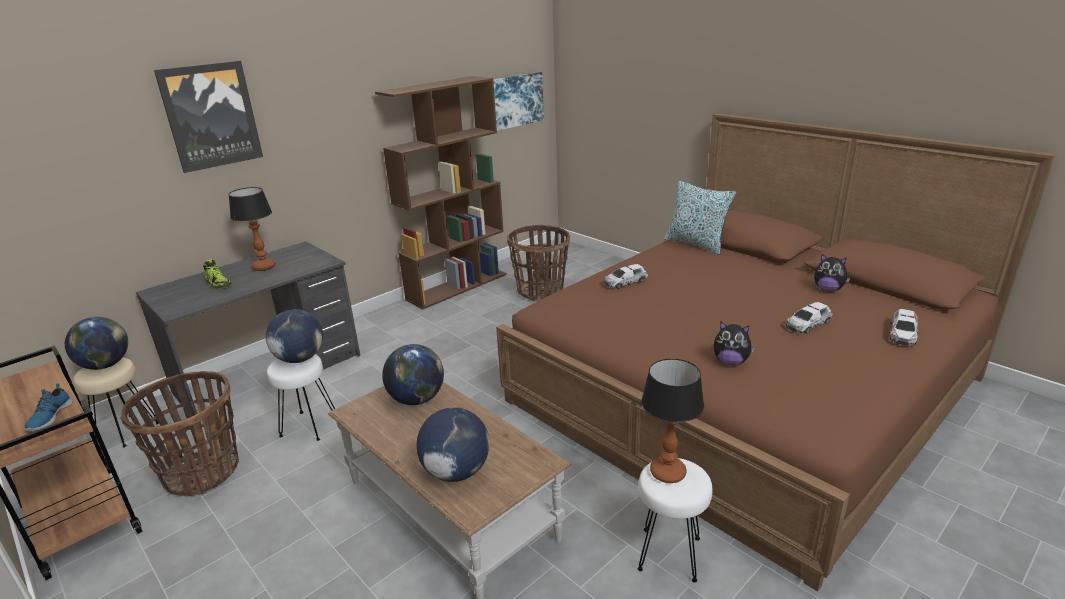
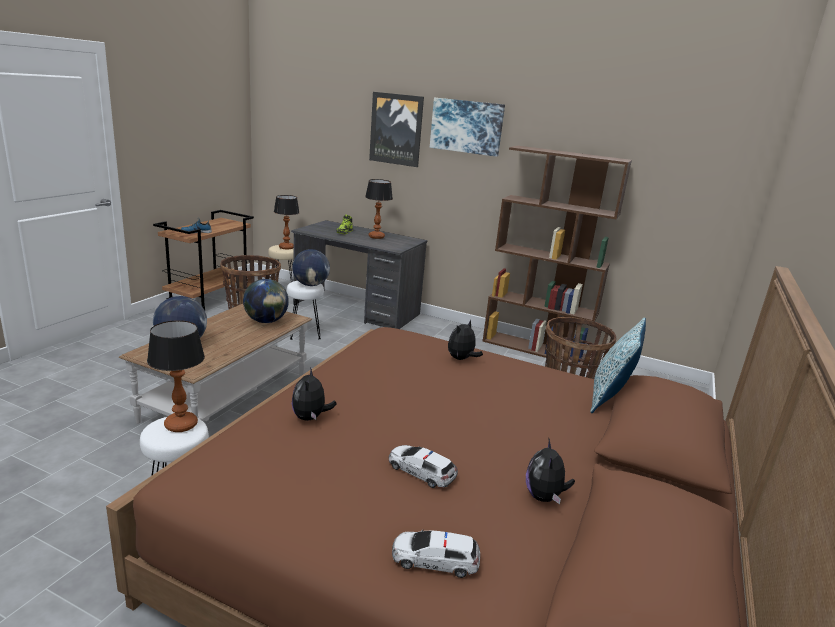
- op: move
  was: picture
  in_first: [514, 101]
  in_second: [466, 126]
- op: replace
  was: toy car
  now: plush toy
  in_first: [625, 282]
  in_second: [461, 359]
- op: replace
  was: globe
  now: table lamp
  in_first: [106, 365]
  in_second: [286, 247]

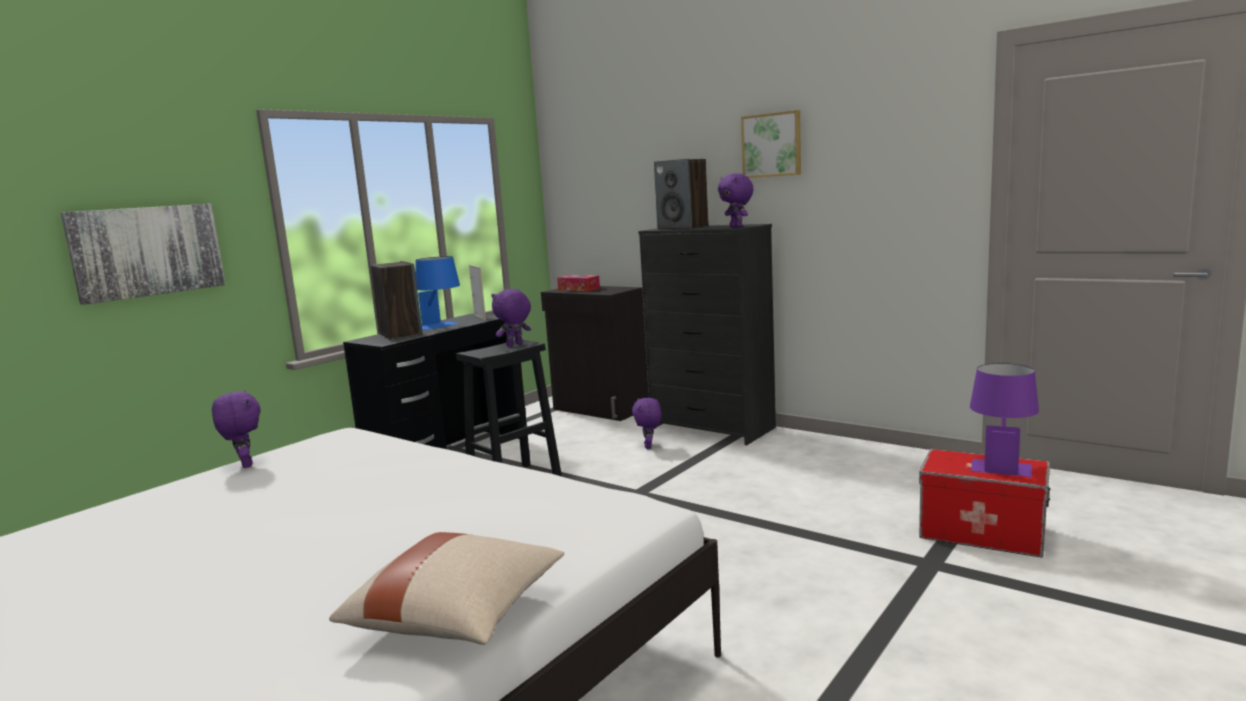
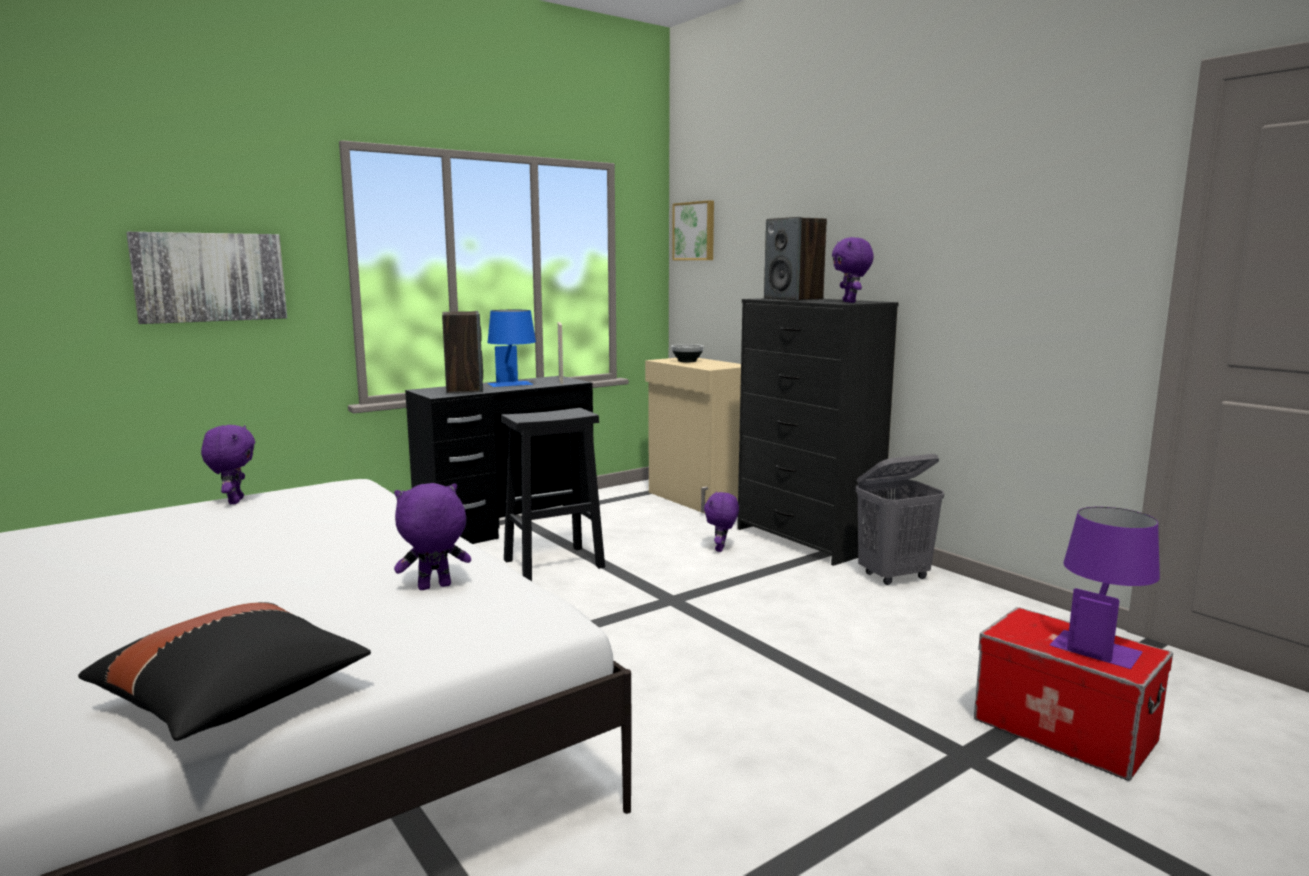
- op: move
  was: picture
  in_first: [772, 145]
  in_second: [695, 231]
- op: replace
  was: tissue box
  now: bowl
  in_first: [579, 289]
  in_second: [686, 361]
- op: recolor
  was: black cabinet
  now: beige cabinet
  in_first: [600, 409]
  in_second: [697, 499]
- op: move
  was: purple plush toy
  in_first: [514, 345]
  in_second: [434, 587]
- op: recolor
  was: beige pillow
  now: black pillow
  in_first: [458, 616]
  in_second: [234, 701]
- op: insert
  now: grey laundry basket
  in_second: [894, 576]

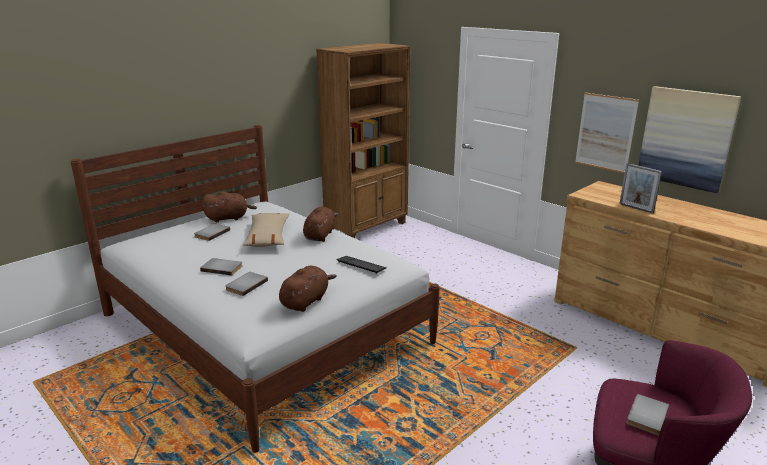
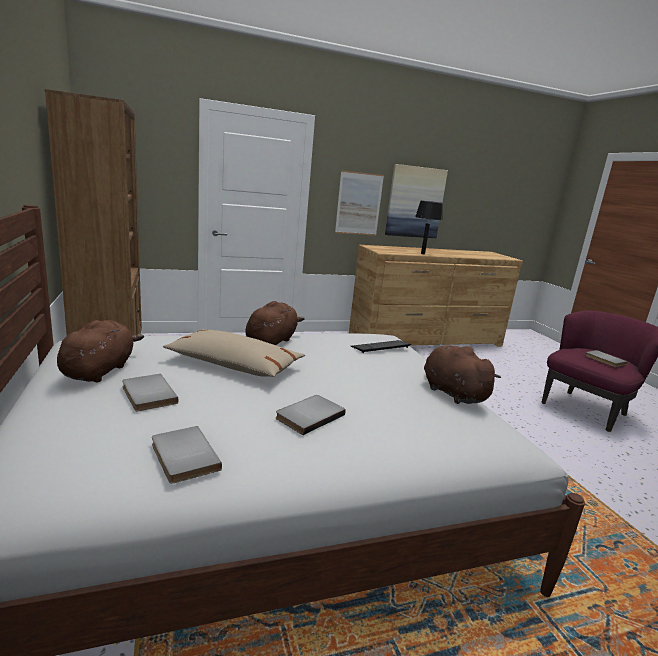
- op: replace
  was: picture frame
  now: black table lamp
  in_first: [636, 208]
  in_second: [423, 254]
- op: rotate
  was: brown plush toy
  in_first: [320, 235]
  in_second: [272, 341]
  clockwise: 75
- op: move
  was: grey book
  in_first: [245, 285]
  in_second: [182, 457]

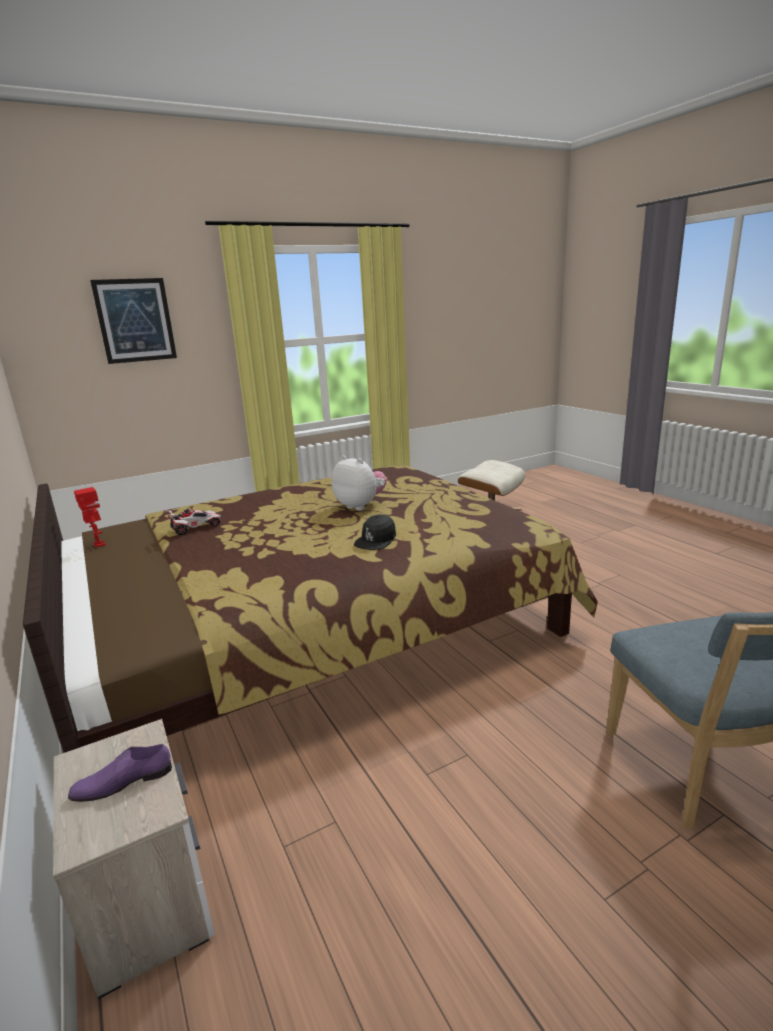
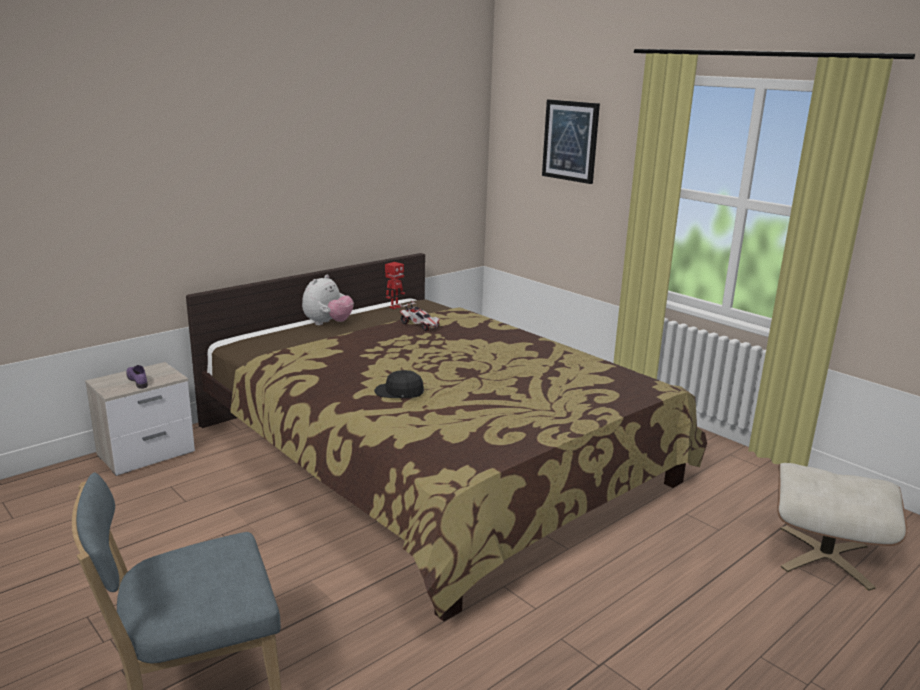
- op: move
  was: plush toy
  in_first: [360, 506]
  in_second: [327, 323]

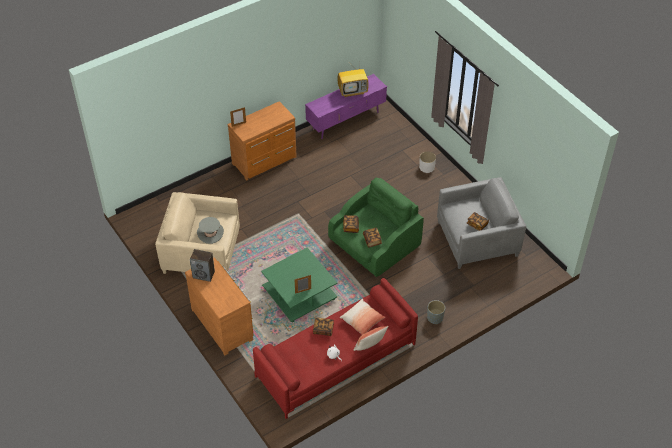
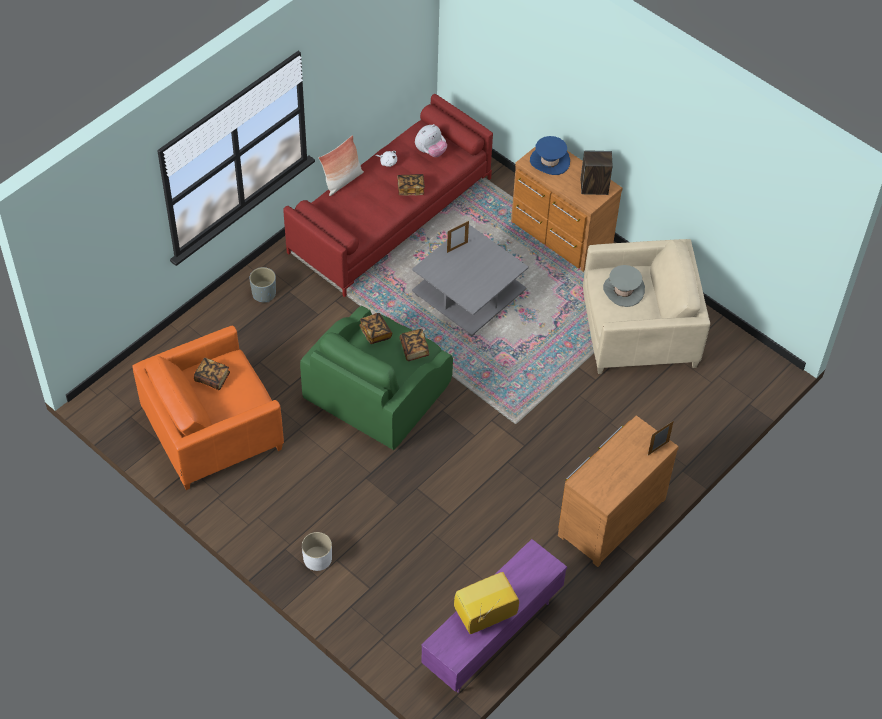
- op: recolor
  was: grey armchair
  now: orange armchair
  in_first: [477, 239]
  in_second: [213, 430]
- op: recolor
  was: green coffee table
  now: grey coffee table
  in_first: [299, 294]
  in_second: [468, 293]
- op: delete
  was: pillow
  in_first: [362, 321]
- op: insert
  now: plush toy
  in_second: [430, 151]
- op: insert
  now: blue hat
  in_second: [549, 161]

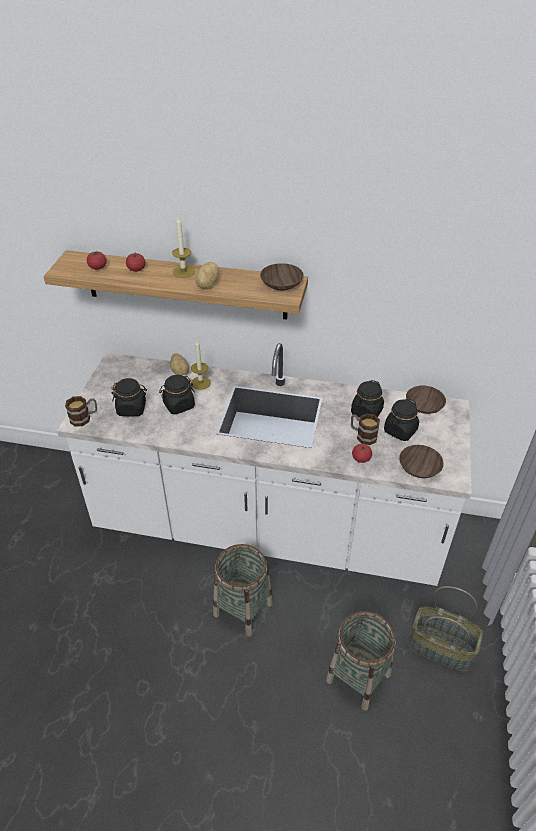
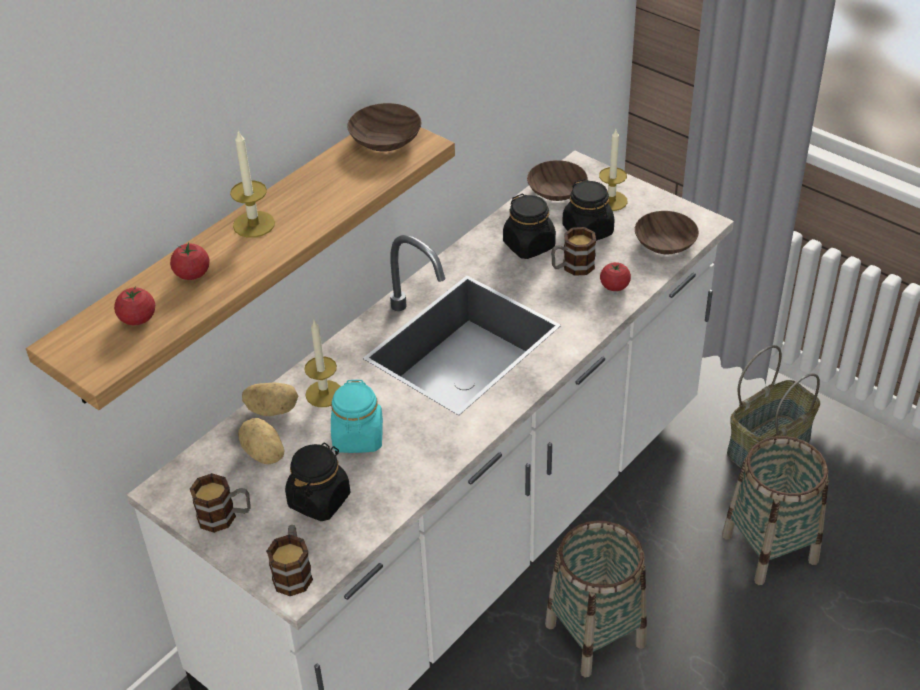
- op: move
  was: potato
  in_first: [206, 284]
  in_second: [263, 454]
- op: recolor
  was: black jar
  now: turquoise jar
  in_first: [178, 405]
  in_second: [358, 437]
- op: insert
  now: candle
  in_second: [611, 201]
- op: insert
  now: mug
  in_second: [225, 516]

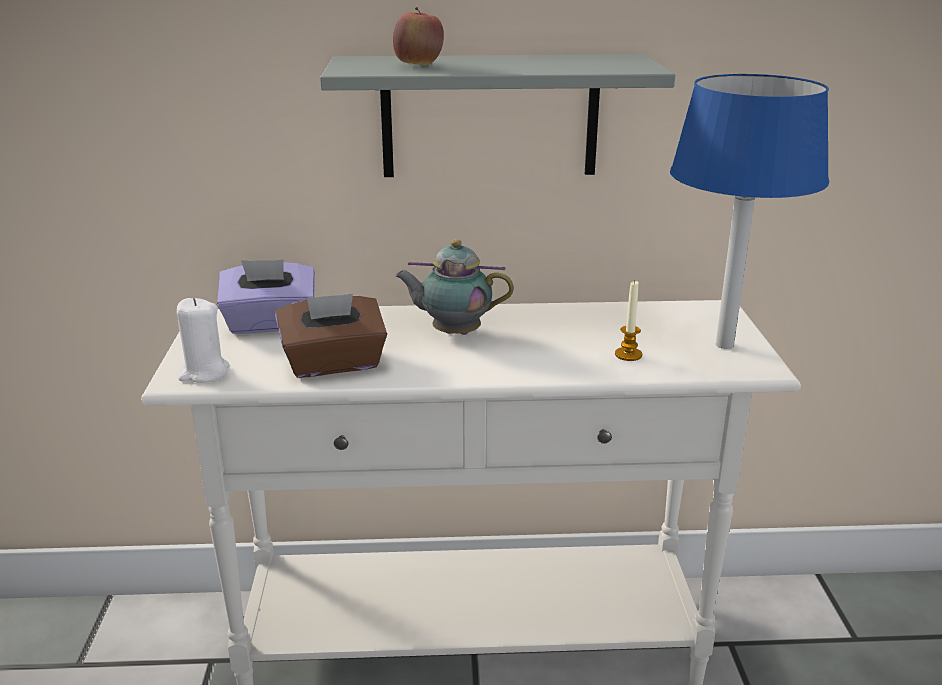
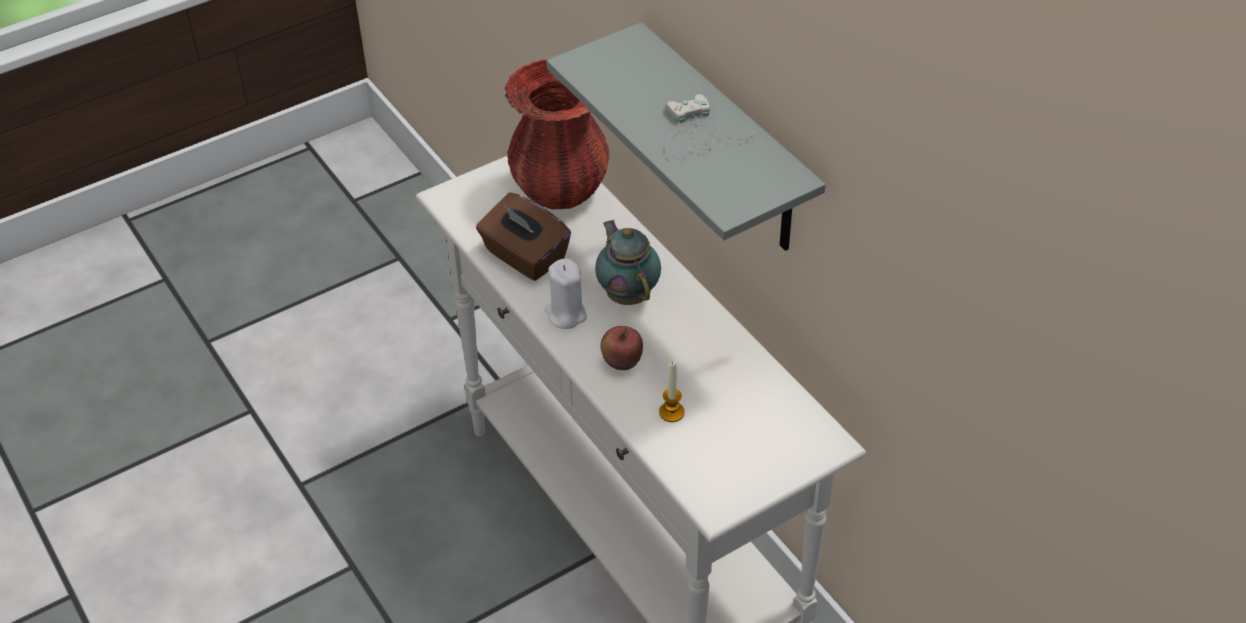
- op: move
  was: apple
  in_first: [418, 65]
  in_second: [621, 363]
- op: delete
  was: blue table lamp
  in_first: [724, 345]
- op: replace
  was: purple tissue box
  now: red vase
  in_first: [270, 324]
  in_second: [560, 189]
- op: move
  was: white candle
  in_first: [204, 373]
  in_second: [566, 314]
- op: insert
  now: white game controller
  in_second: [695, 133]

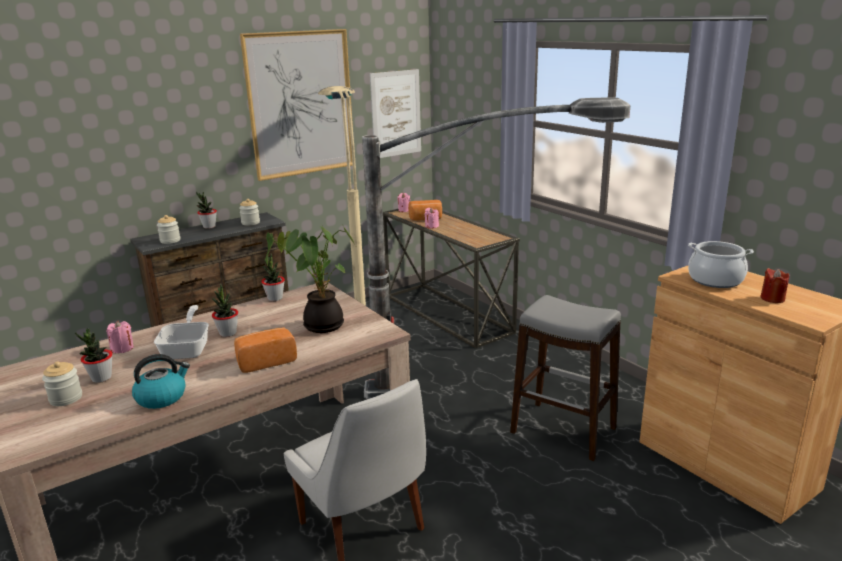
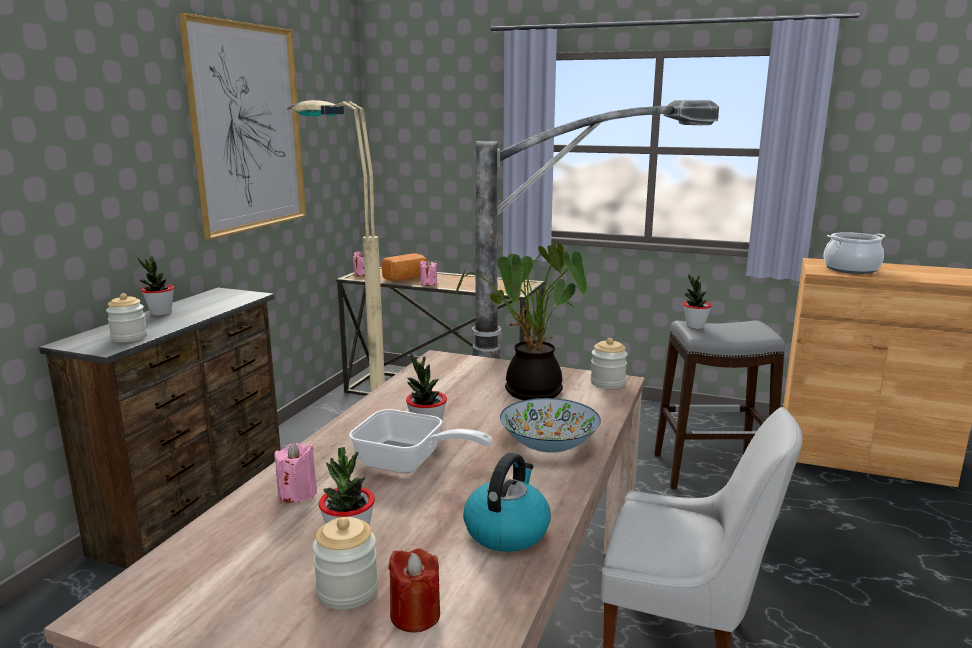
- op: delete
  was: picture
  in_first: [396, 113]
- op: move
  was: jar
  in_first: [250, 223]
  in_second: [607, 383]
- op: move
  was: potted plant
  in_first: [275, 298]
  in_second: [695, 326]
- op: move
  was: red candle
  in_first: [772, 298]
  in_second: [415, 615]
- op: rotate
  was: frying pan
  in_first: [188, 348]
  in_second: [408, 463]
  clockwise: 150
- op: replace
  was: bread
  now: bowl
  in_first: [265, 361]
  in_second: [549, 445]

